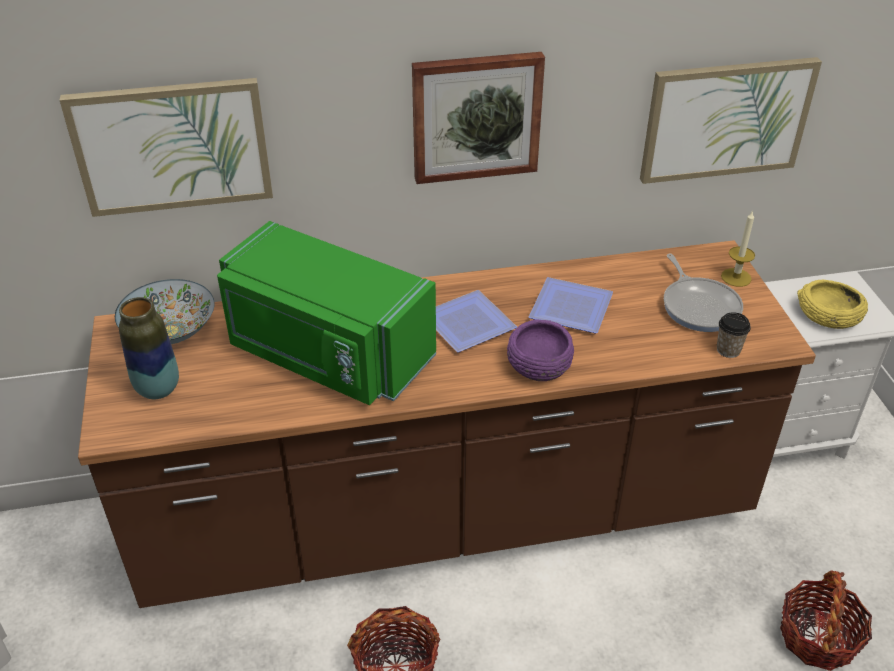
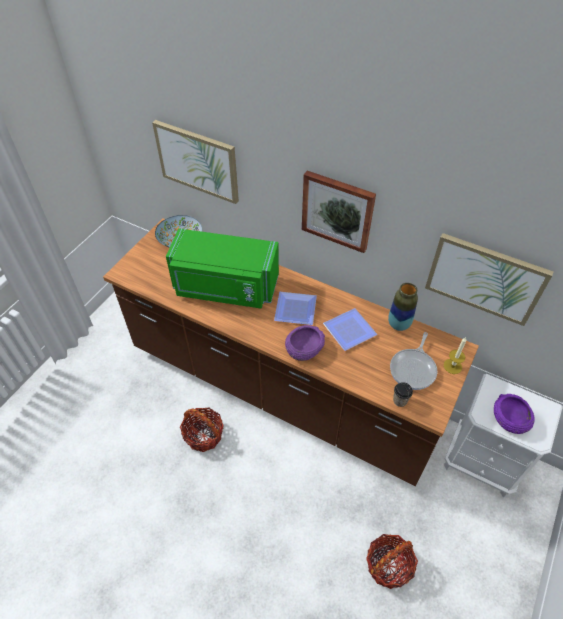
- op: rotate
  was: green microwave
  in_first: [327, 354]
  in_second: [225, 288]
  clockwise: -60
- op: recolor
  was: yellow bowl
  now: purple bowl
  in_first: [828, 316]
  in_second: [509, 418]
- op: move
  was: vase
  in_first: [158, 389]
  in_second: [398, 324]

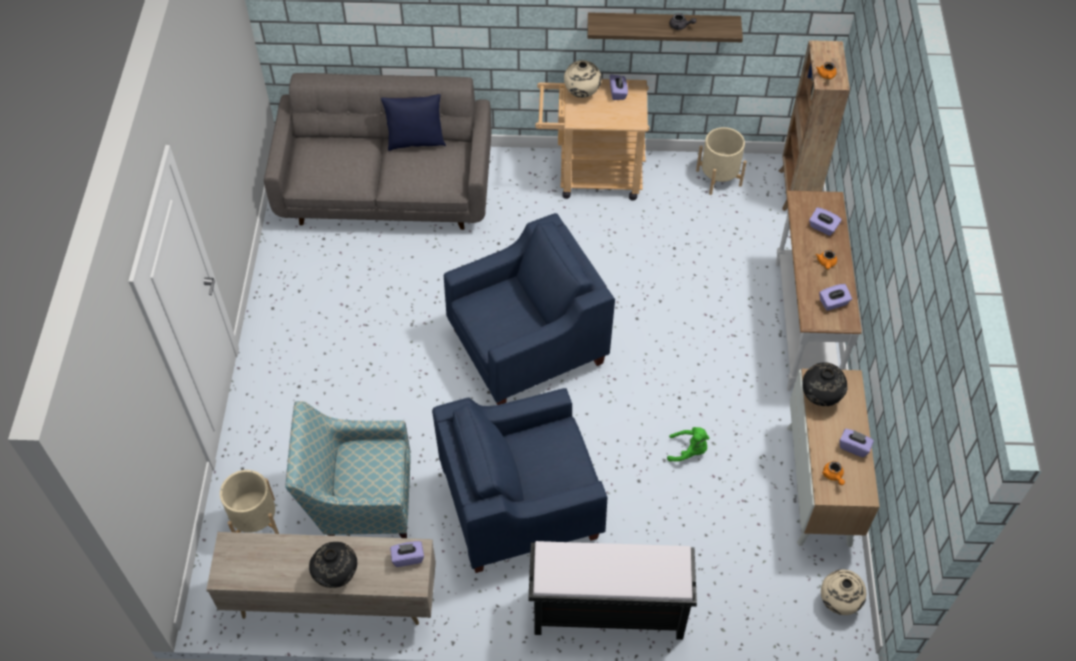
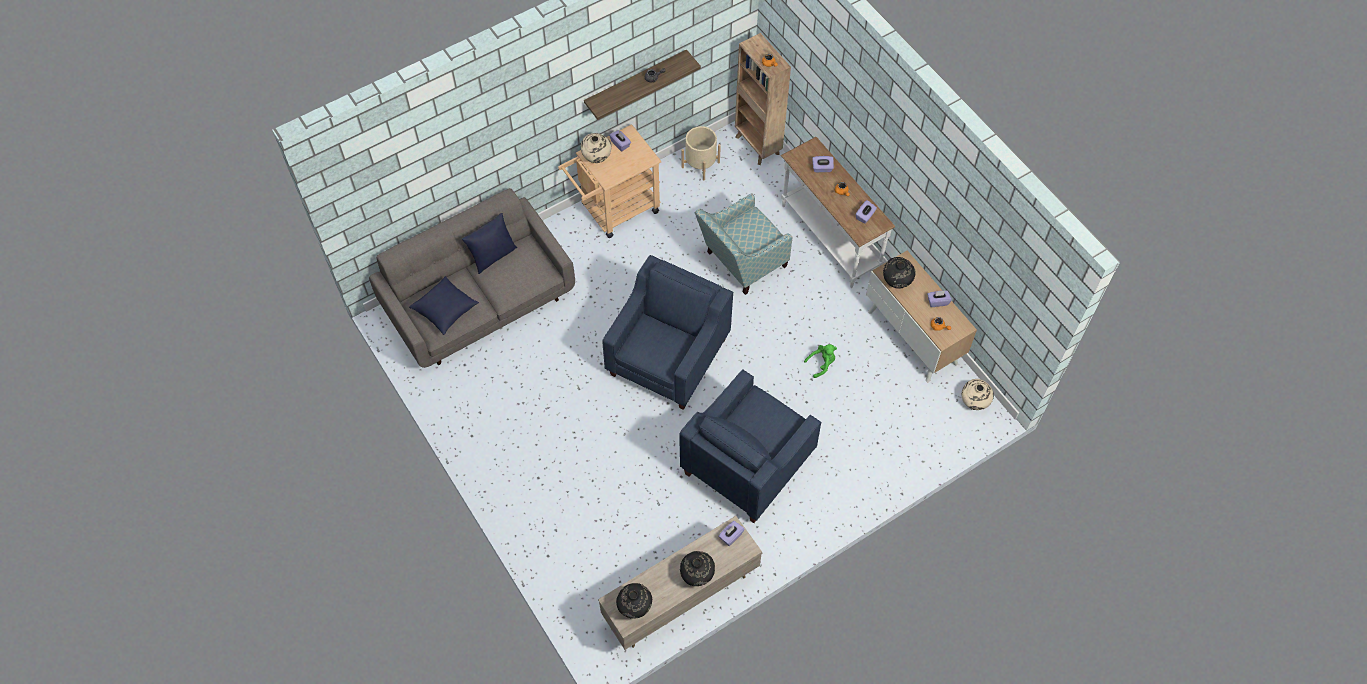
- op: move
  was: armchair
  in_first: [359, 501]
  in_second: [740, 263]
- op: delete
  was: beige planter
  in_first: [255, 520]
- op: delete
  was: black bench
  in_first: [607, 612]
- op: insert
  now: blue pillow
  in_second: [445, 310]
- op: insert
  now: black vase
  in_second: [634, 607]

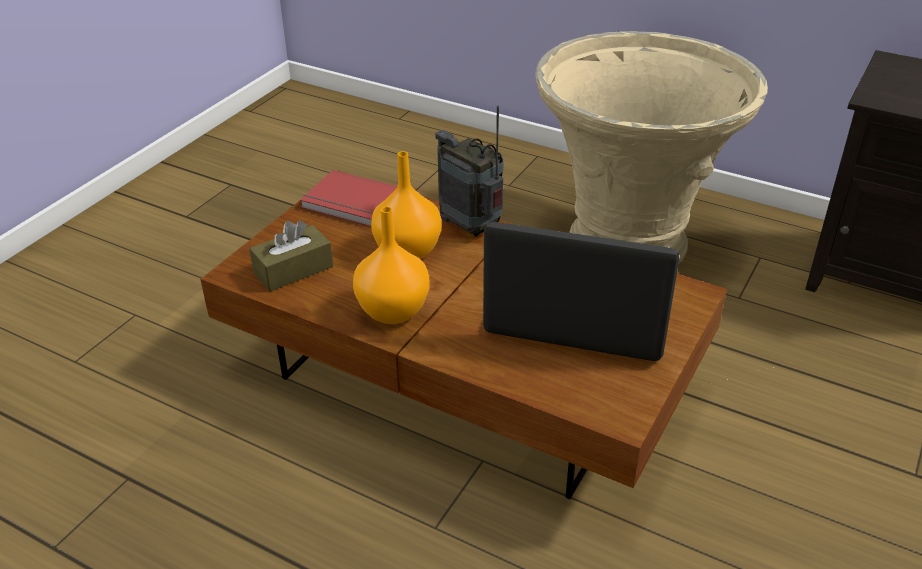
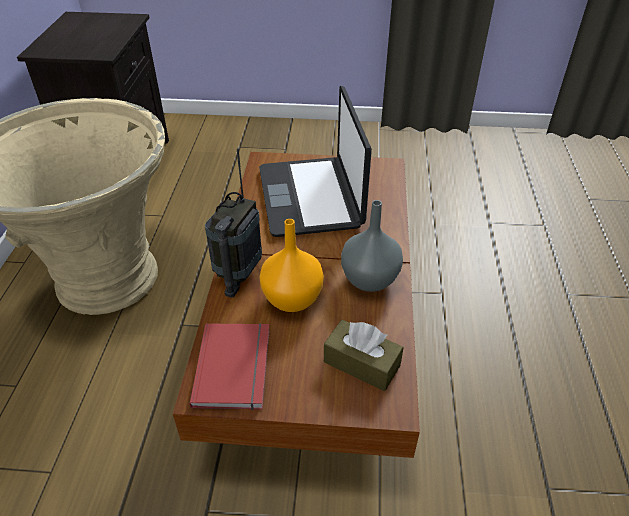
- op: recolor
  was: orange vase
  now: grey vase
  in_first: [393, 312]
  in_second: [371, 279]

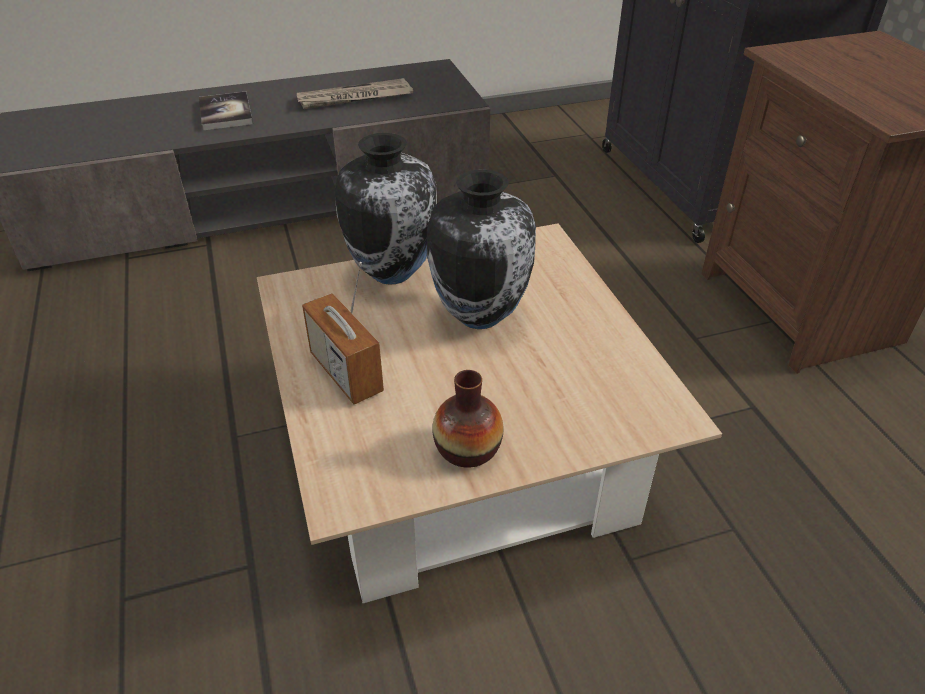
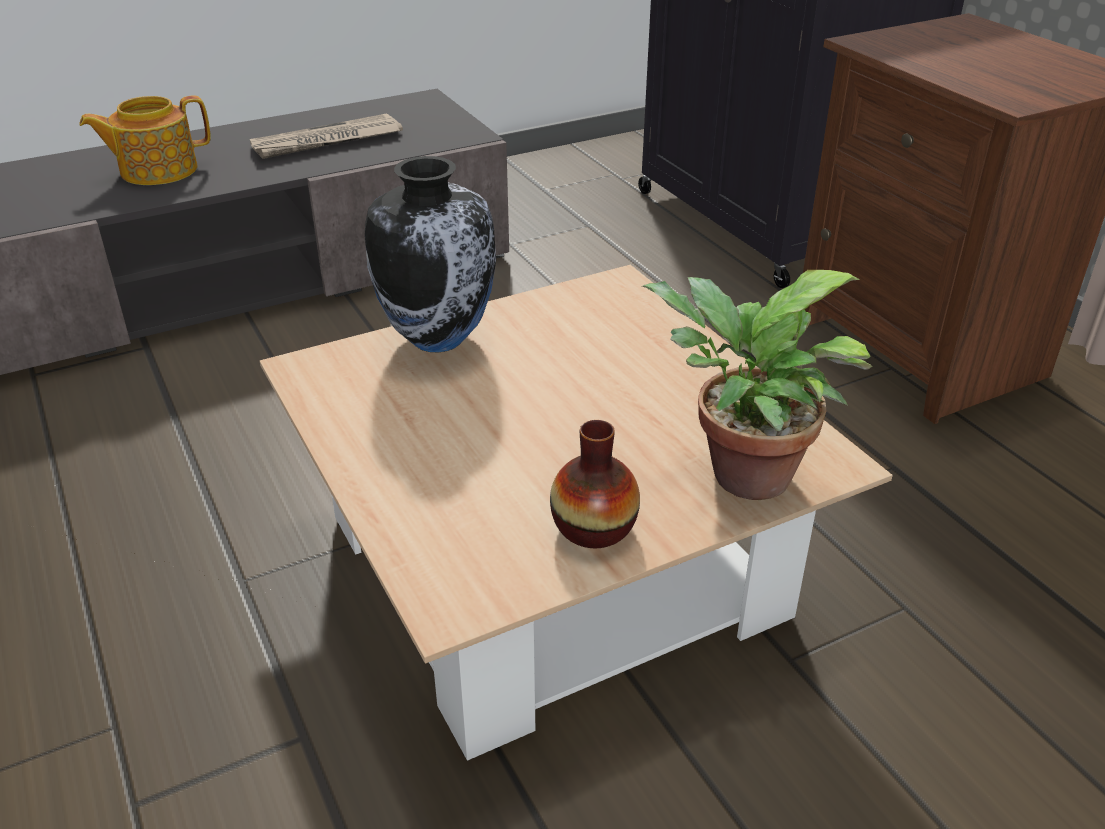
- op: replace
  was: book
  now: teapot
  in_first: [225, 113]
  in_second: [157, 170]
- op: delete
  was: vase
  in_first: [480, 315]
- op: delete
  was: radio
  in_first: [346, 373]
- op: insert
  now: potted plant
  in_second: [740, 477]

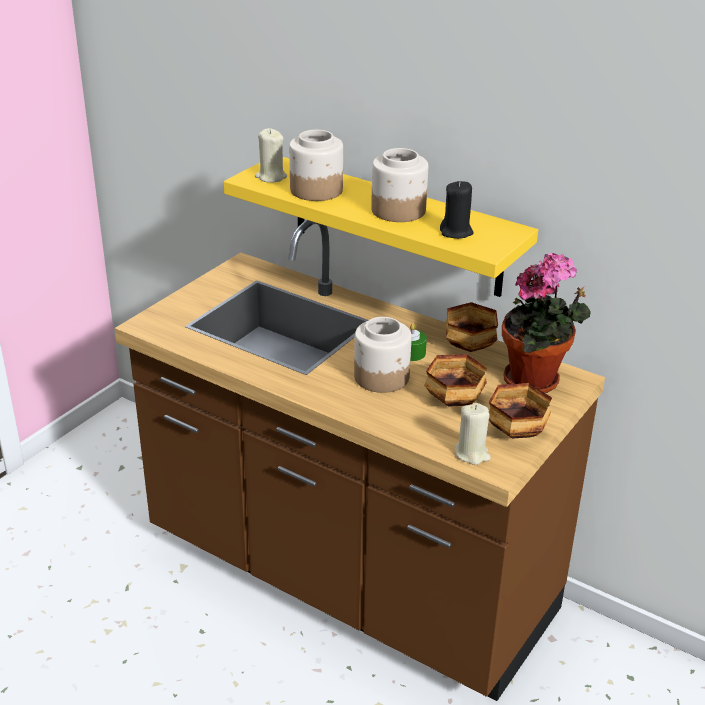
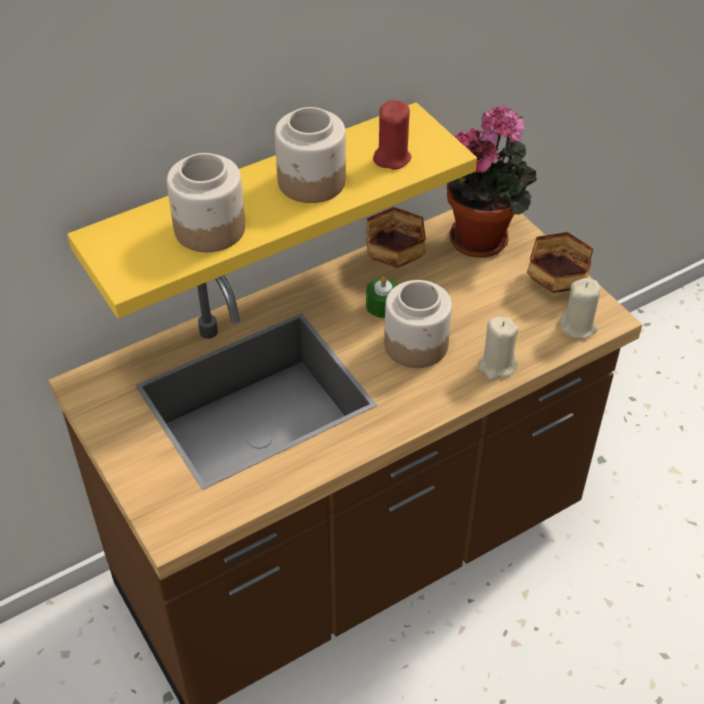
- op: move
  was: beige candle
  in_first: [271, 177]
  in_second: [497, 366]
- op: recolor
  was: black candle
  now: red candle
  in_first: [456, 232]
  in_second: [392, 158]
- op: delete
  was: bowl
  in_first: [455, 401]

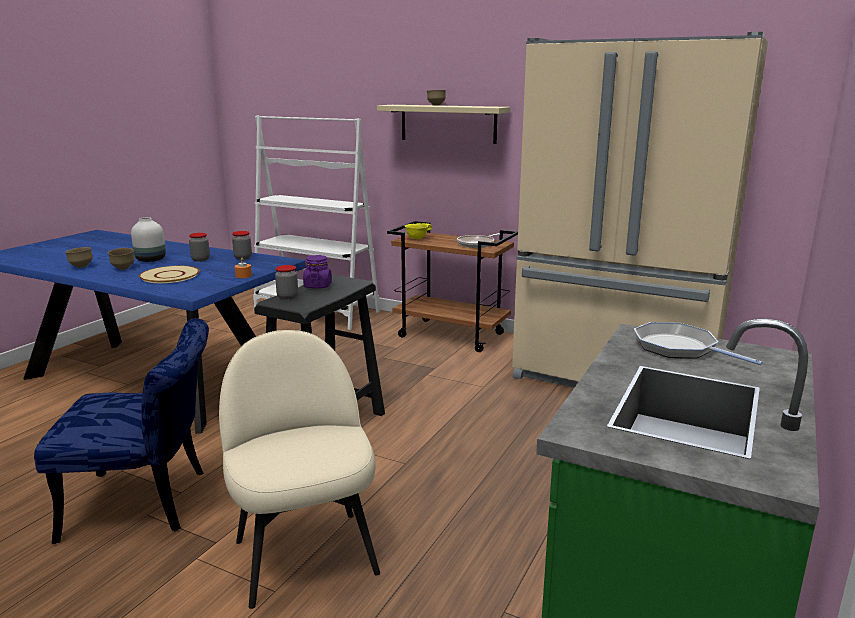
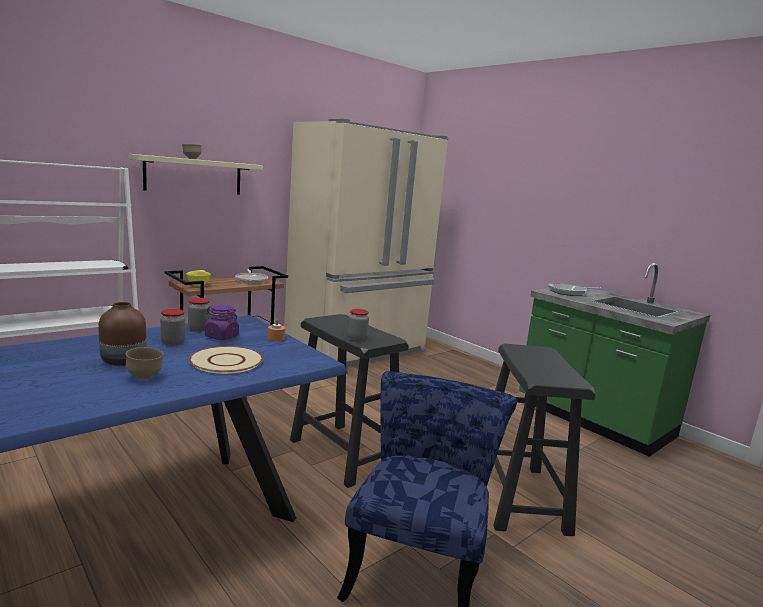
- op: recolor
  was: white vase
  now: brown vase
  in_first: [151, 260]
  in_second: [124, 361]
- op: delete
  was: brown bowl
  in_first: [81, 267]
- op: move
  was: purple jar
  in_first: [318, 286]
  in_second: [221, 337]
- op: replace
  was: beige chair
  now: black stool
  in_first: [305, 554]
  in_second: [519, 496]

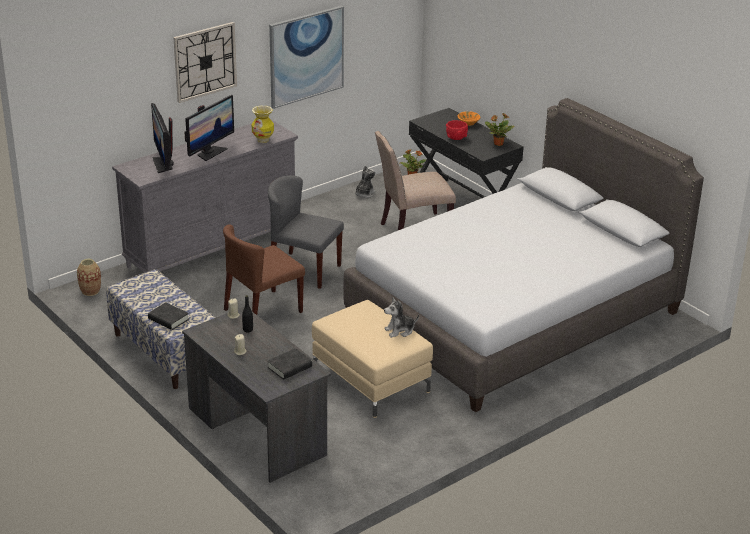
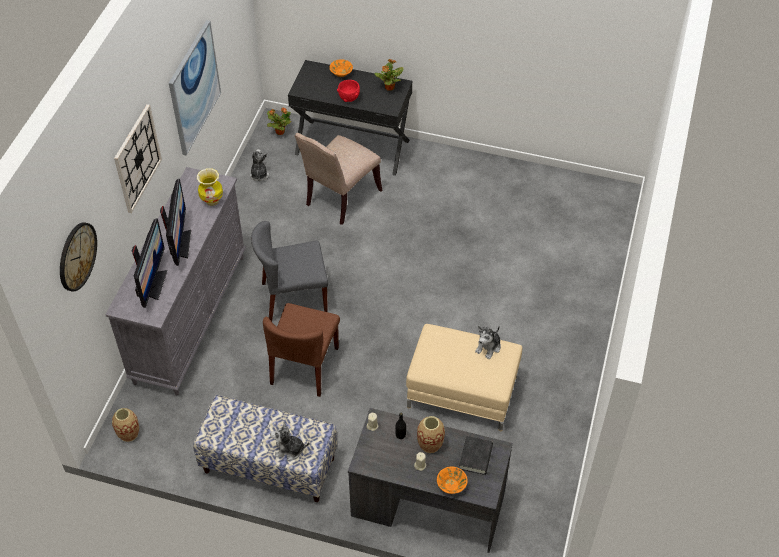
- op: delete
  was: grey bed
  in_first: [513, 315]
- op: rotate
  was: monitor
  in_first: [164, 164]
  in_second: [153, 284]
  clockwise: -120
- op: replace
  was: black book
  now: plush toy
  in_first: [168, 319]
  in_second: [289, 450]
- op: insert
  now: wall clock
  in_second: [77, 256]
- op: insert
  now: vase
  in_second: [430, 444]
- op: insert
  now: orange bowl
  in_second: [451, 485]

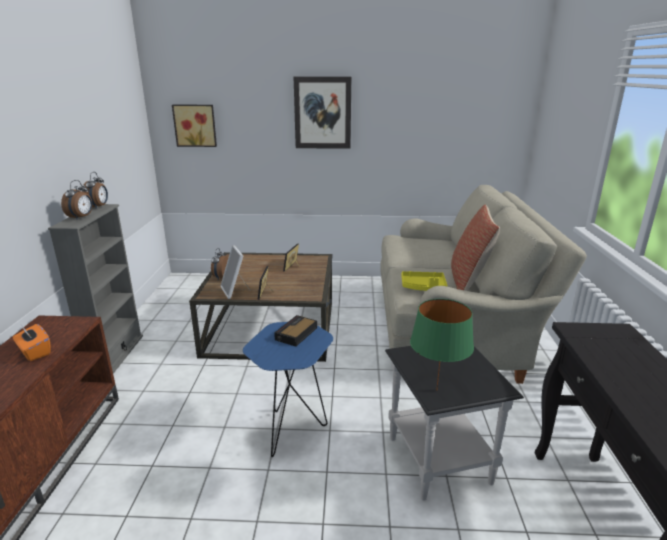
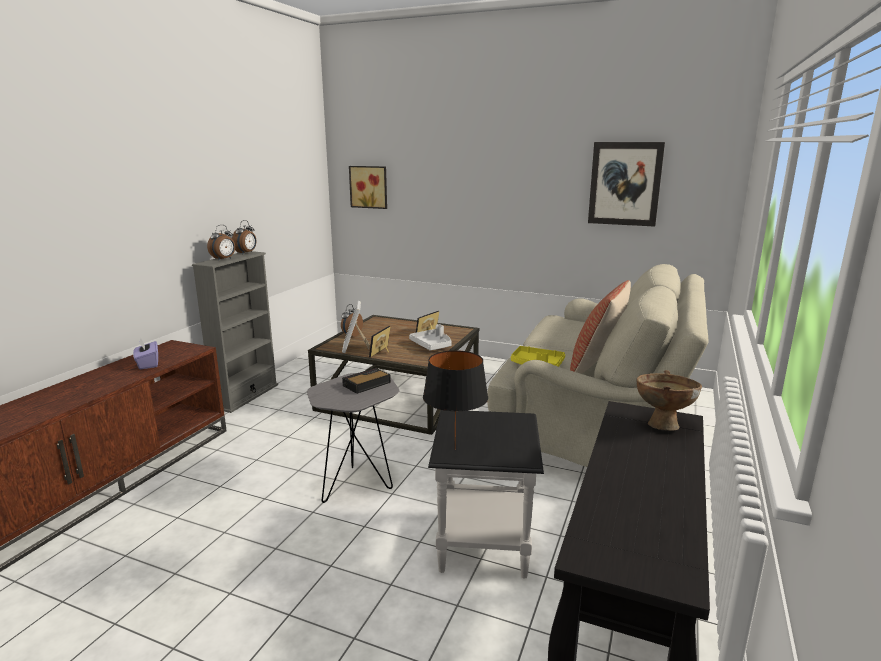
- op: move
  was: picture
  in_first: [322, 113]
  in_second: [625, 184]
- op: recolor
  was: green table lamp
  now: black table lamp
  in_first: [436, 390]
  in_second: [454, 449]
- op: recolor
  was: blue side table
  now: grey side table
  in_first: [292, 428]
  in_second: [358, 484]
- op: recolor
  was: orange tissue box
  now: purple tissue box
  in_first: [34, 352]
  in_second: [147, 364]
- op: insert
  now: grey tray
  in_second: [432, 345]
- op: insert
  now: brown bowl
  in_second: [662, 423]

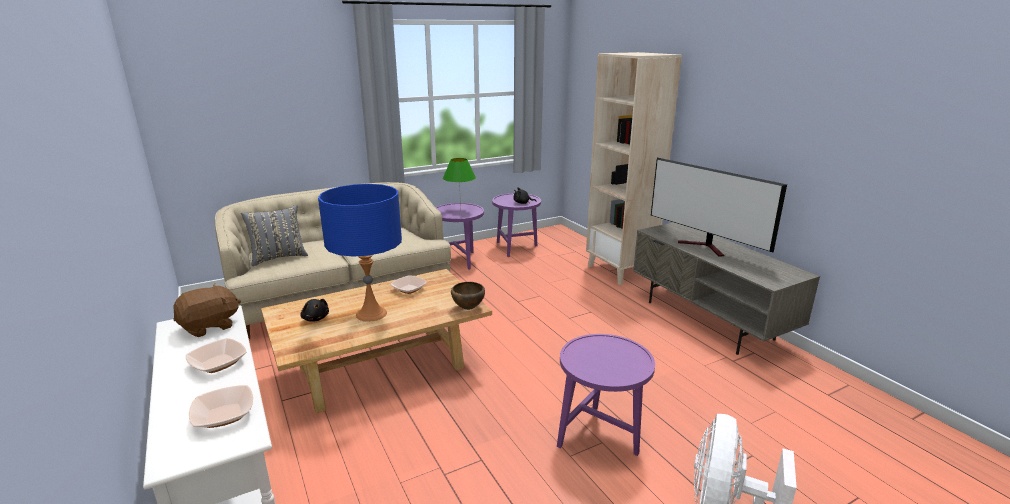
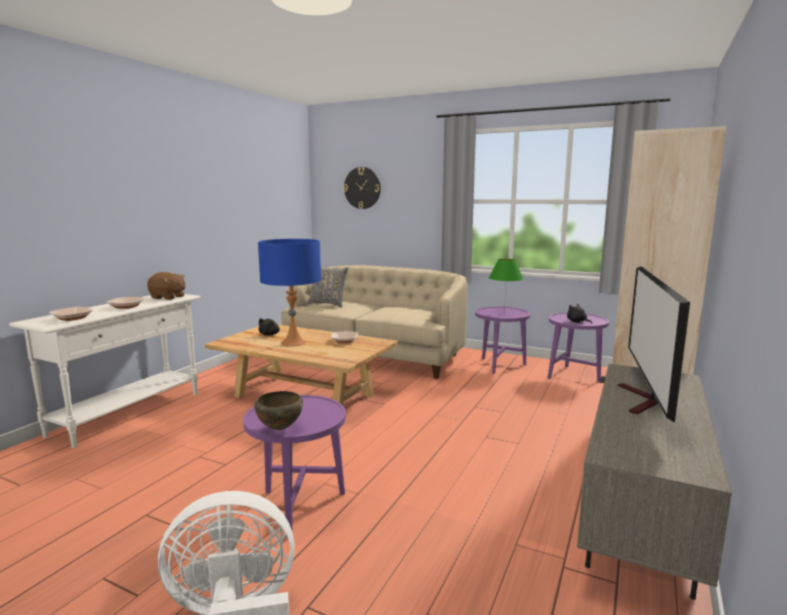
- op: move
  was: brown bowl
  in_first: [468, 308]
  in_second: [279, 428]
- op: insert
  now: wall clock
  in_second: [362, 188]

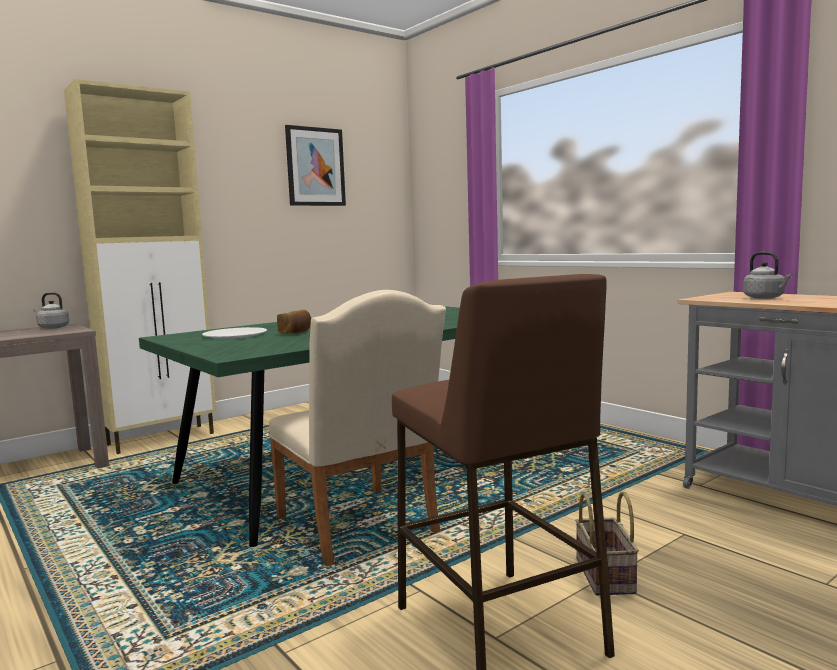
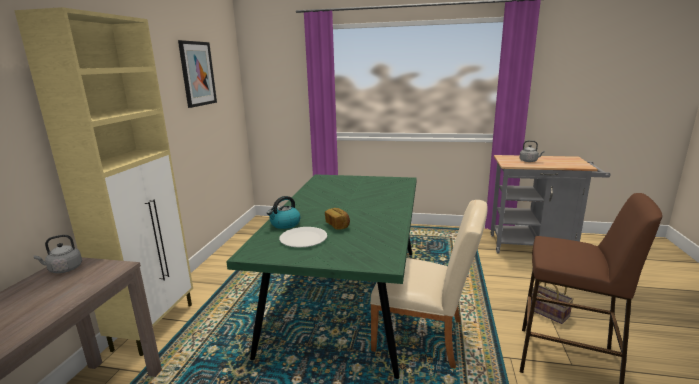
- op: insert
  now: kettle
  in_second: [285, 224]

